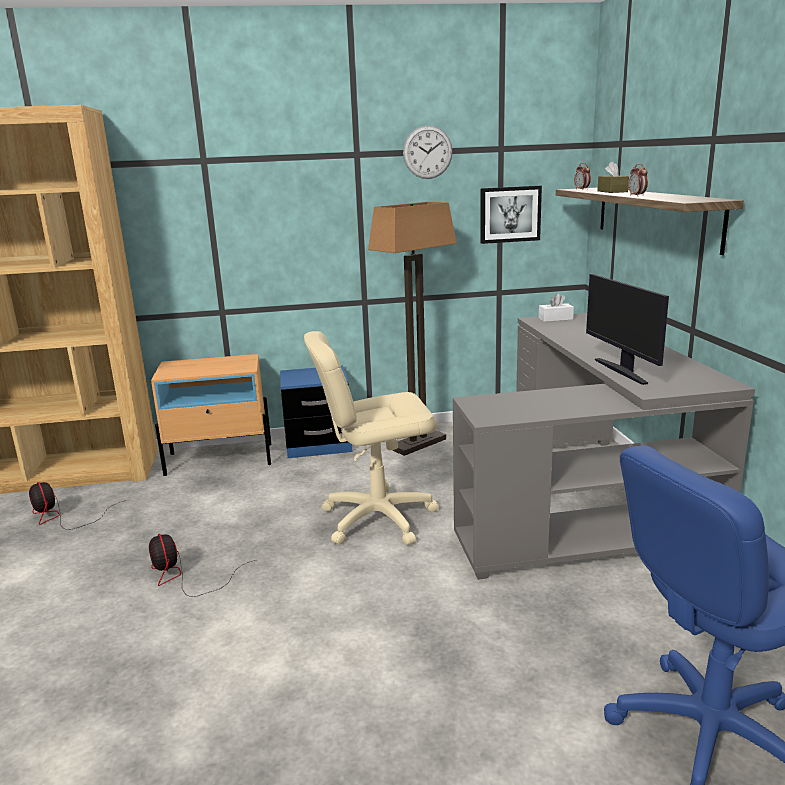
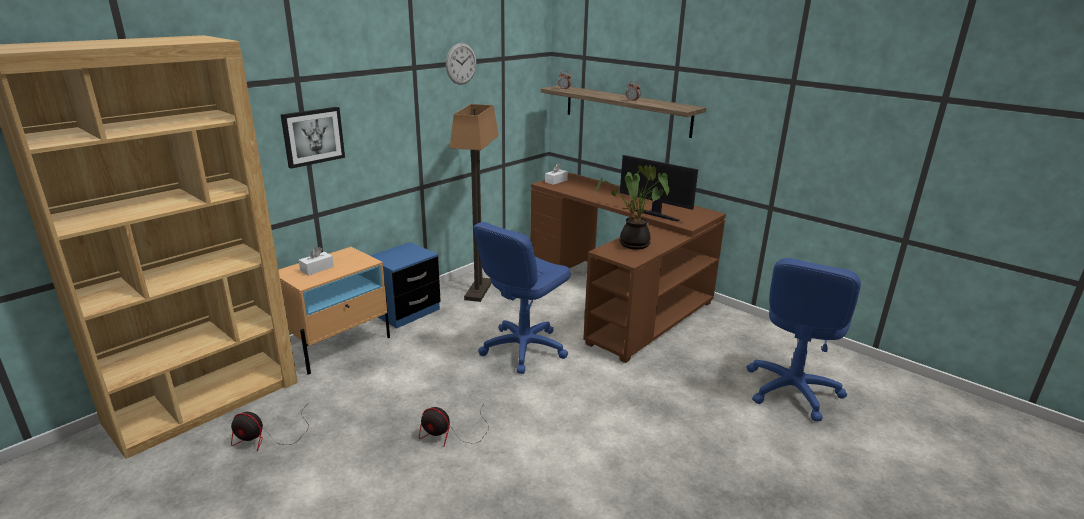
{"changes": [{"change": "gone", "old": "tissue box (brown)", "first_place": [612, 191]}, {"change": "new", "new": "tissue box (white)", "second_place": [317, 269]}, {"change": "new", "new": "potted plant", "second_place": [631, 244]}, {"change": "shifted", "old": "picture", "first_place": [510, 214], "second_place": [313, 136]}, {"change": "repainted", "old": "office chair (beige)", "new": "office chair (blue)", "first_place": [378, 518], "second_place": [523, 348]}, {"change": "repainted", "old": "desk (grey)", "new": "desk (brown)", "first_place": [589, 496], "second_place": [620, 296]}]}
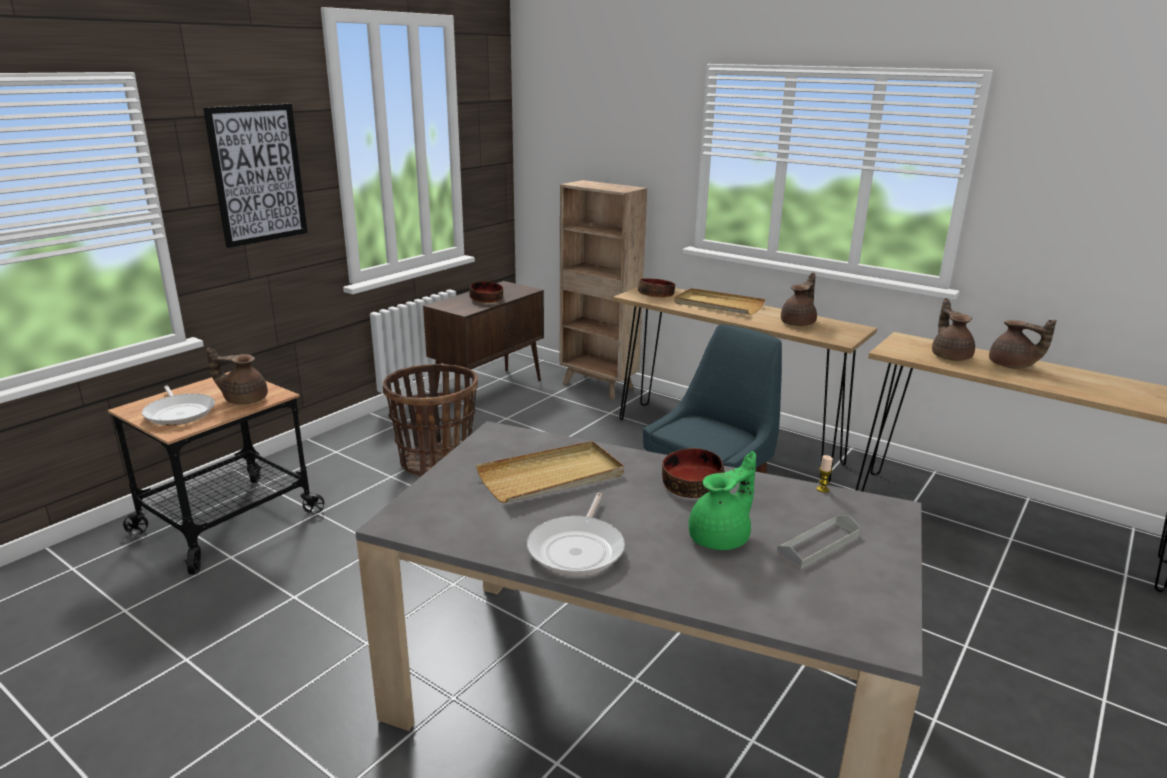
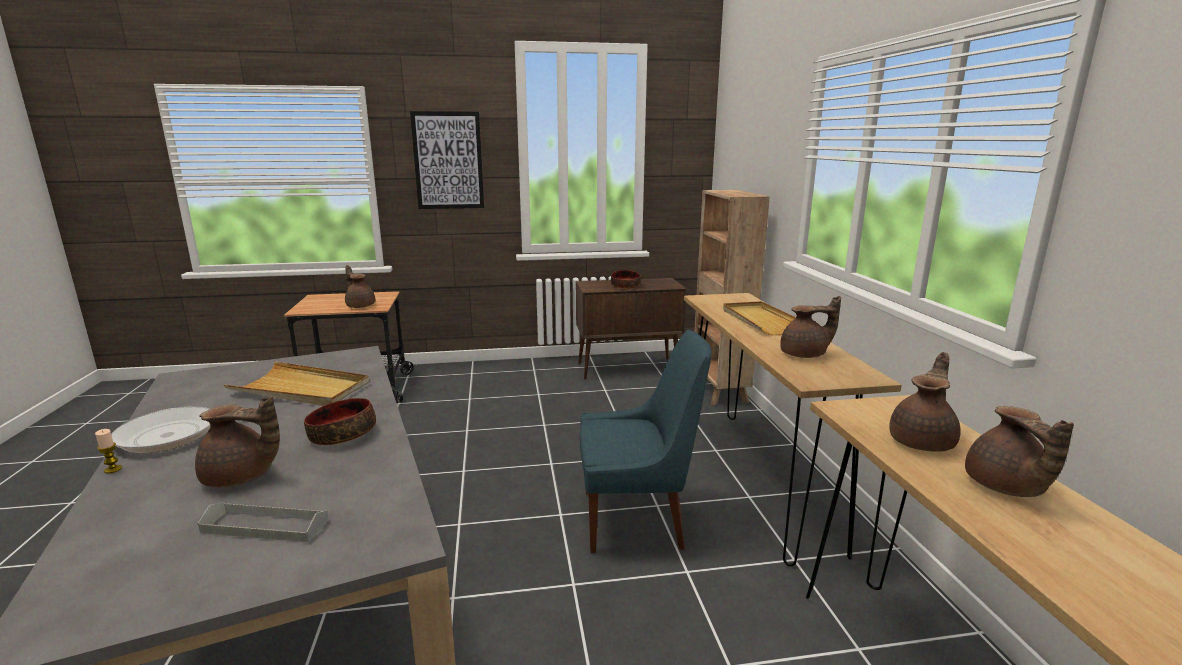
{"changes": [{"change": "gone", "old": "frying pan", "first_place": [180, 413]}, {"change": "gone", "old": "basket", "first_place": [435, 462]}, {"change": "gone", "old": "bowl", "first_place": [656, 296]}, {"change": "shifted", "old": "candle", "first_place": [822, 489], "second_place": [113, 469]}, {"change": "repainted", "old": "teapot (green)", "new": "teapot (brown)", "first_place": [721, 538], "second_place": [241, 478]}]}
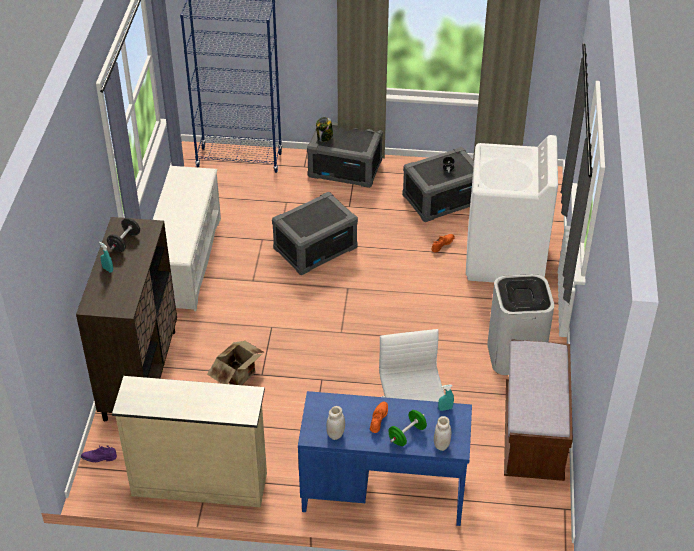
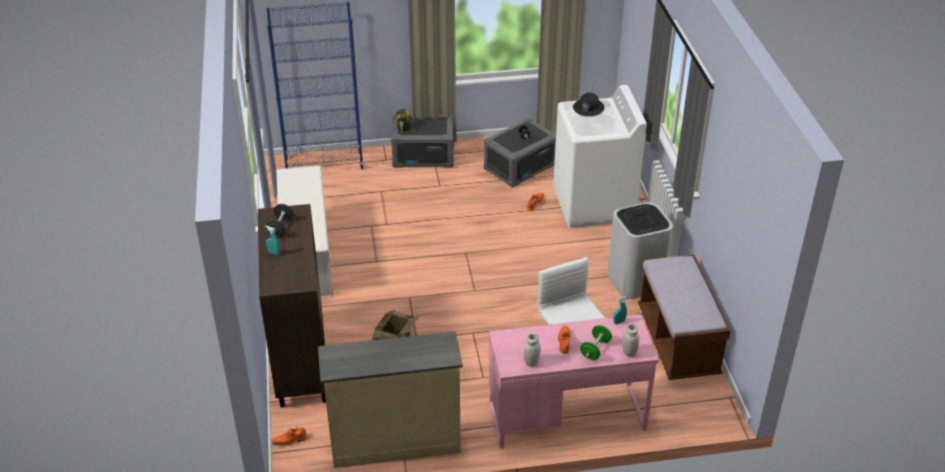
{"changes": [{"change": "gone", "old": "storage box (grey)", "first_place": [315, 248]}, {"change": "new", "new": "hard hat (black)", "second_place": [588, 108]}, {"change": "repainted", "old": "shoe (purple)", "new": "shoe (orange)", "first_place": [99, 458], "second_place": [289, 441]}, {"change": "repainted", "old": "desk (blue)", "new": "desk (pink)", "first_place": [383, 491], "second_place": [566, 415]}]}
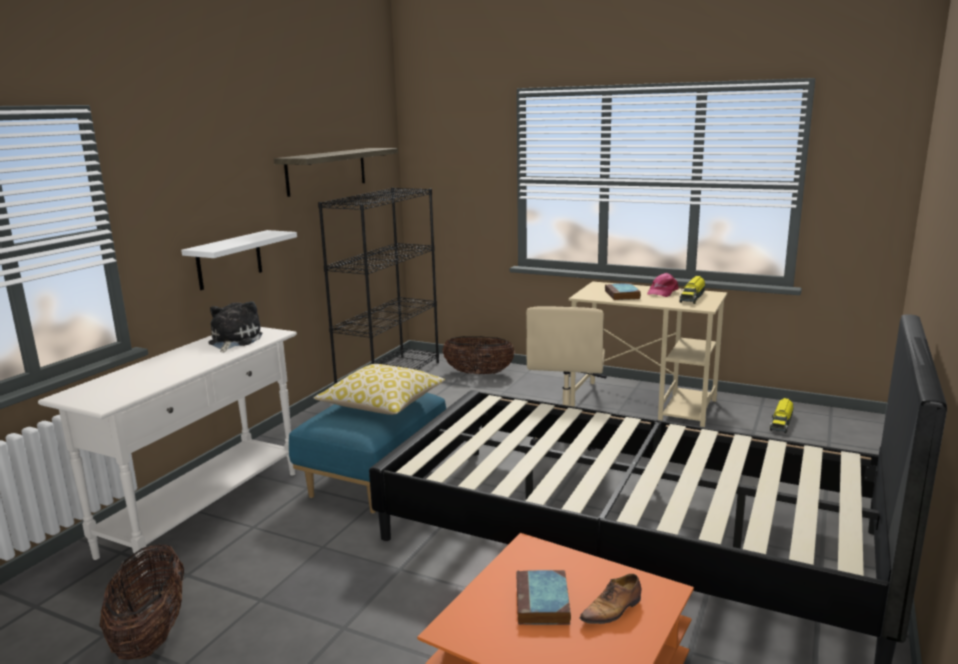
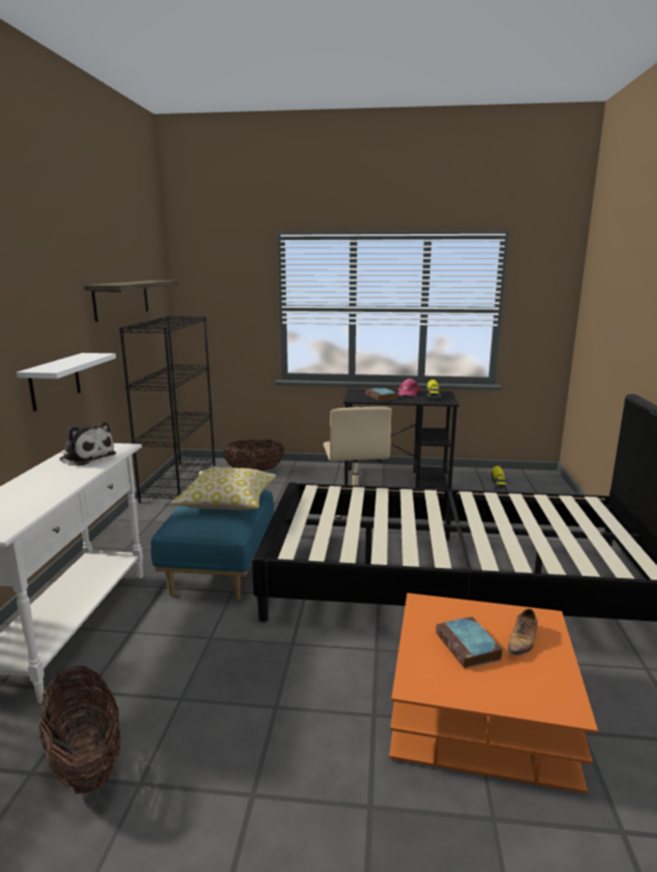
{"changes": [{"change": "repainted", "old": "desk (beige)", "new": "desk (black)", "first_place": [644, 403], "second_place": [397, 480]}, {"change": "rotated", "old": "plush toy", "first_place": [233, 341], "second_place": [86, 457], "degrees": 135}]}
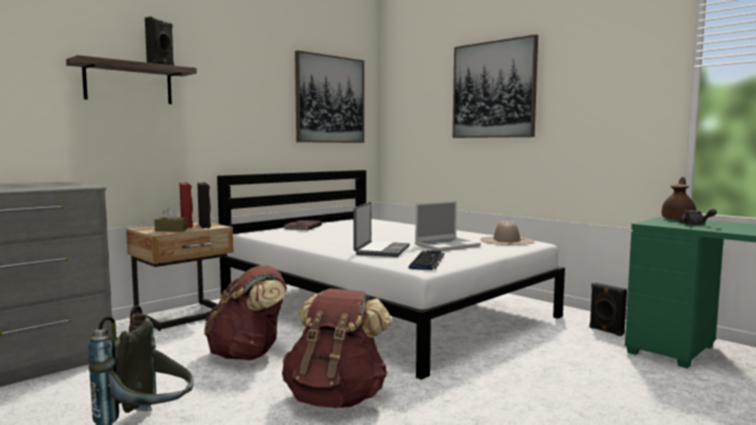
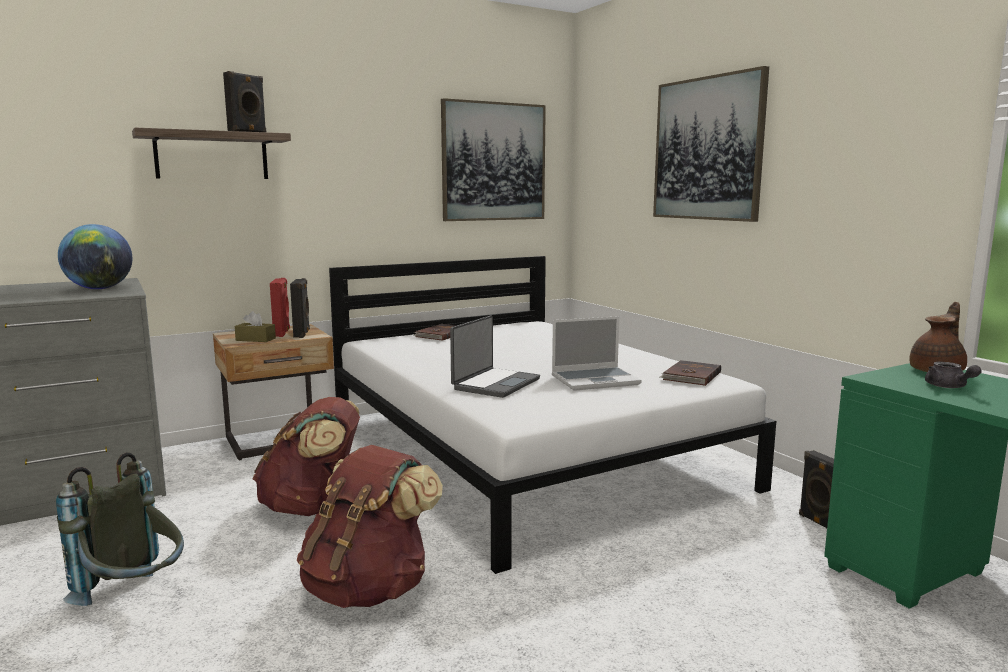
{"changes": [{"change": "gone", "old": "keyboard", "first_place": [427, 261]}, {"change": "new", "new": "globe", "second_place": [99, 289]}, {"change": "swapped", "old": "hat (beige)", "new": "book (brown)", "first_place": [506, 240], "second_place": [690, 376]}]}
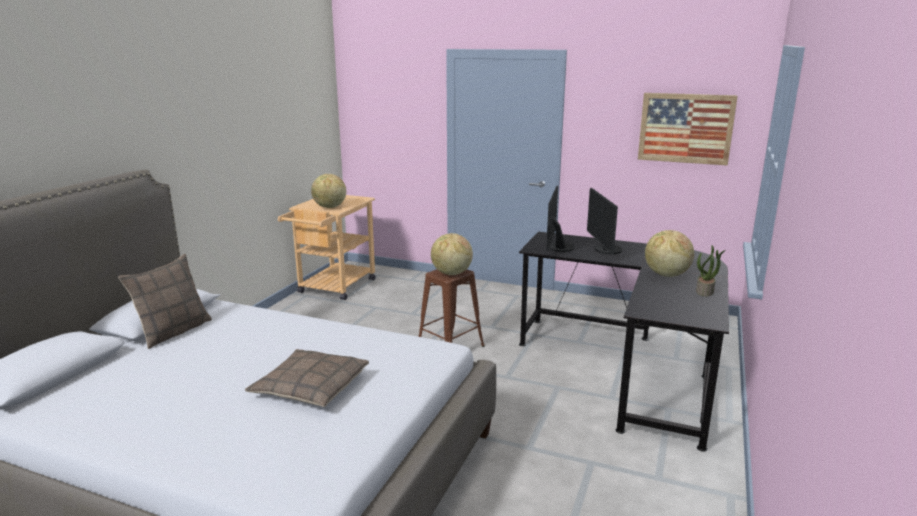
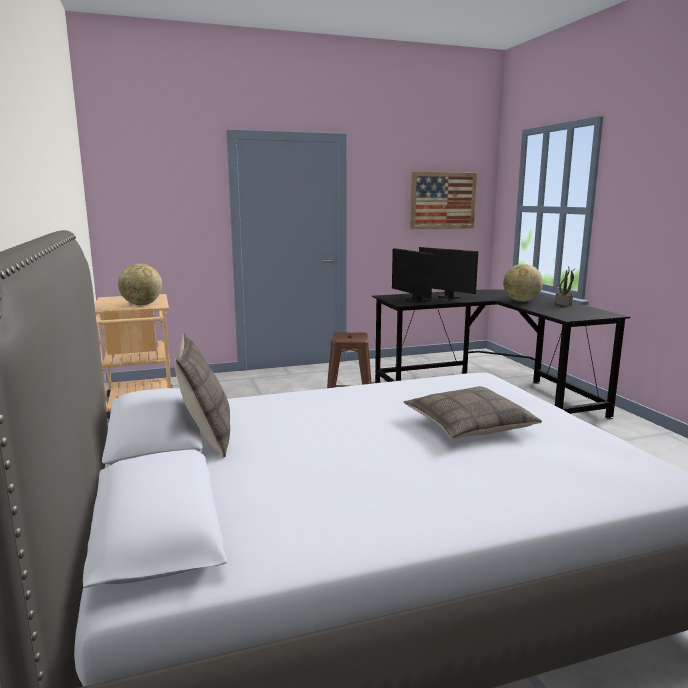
{"changes": [{"change": "gone", "old": "globe", "first_place": [451, 273]}]}
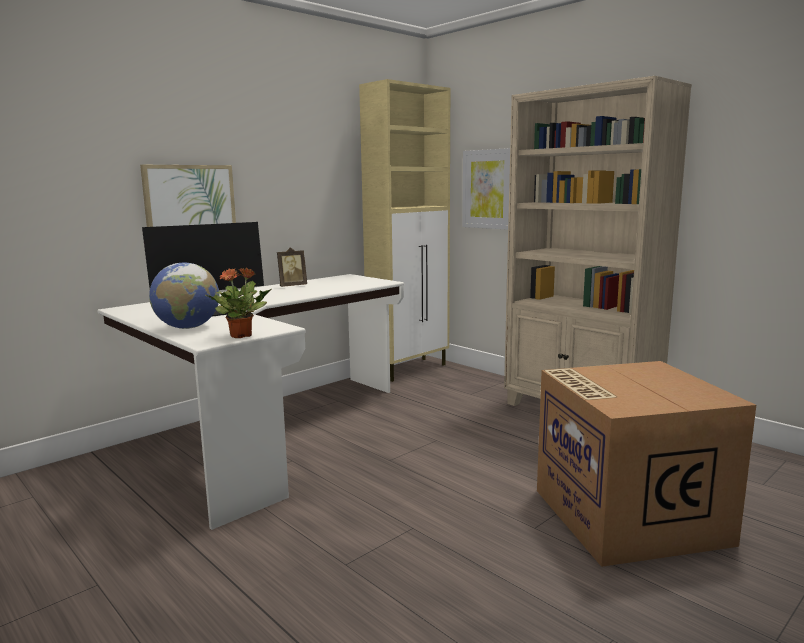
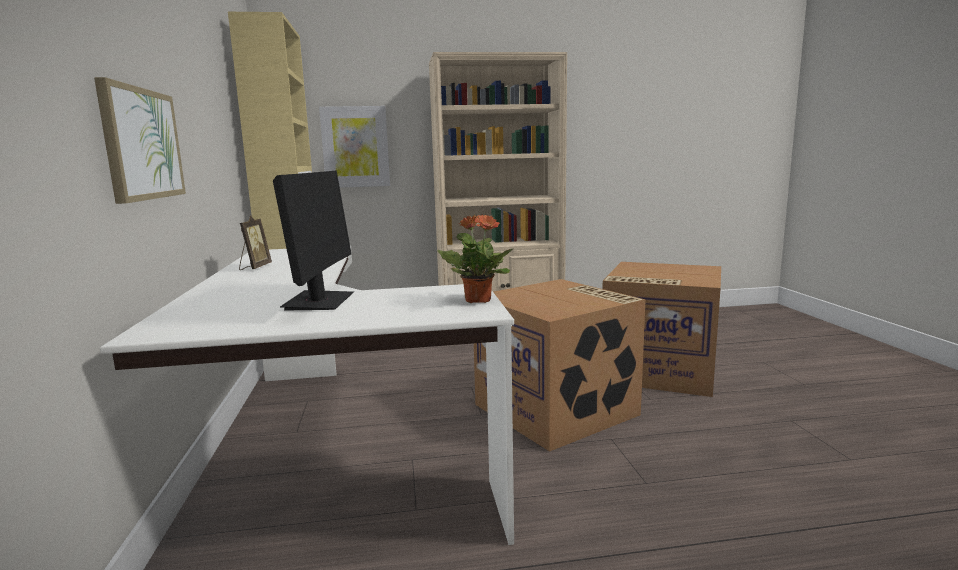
{"changes": [{"change": "gone", "old": "globe", "first_place": [188, 327]}, {"change": "new", "new": "cardboard box", "second_place": [558, 409]}]}
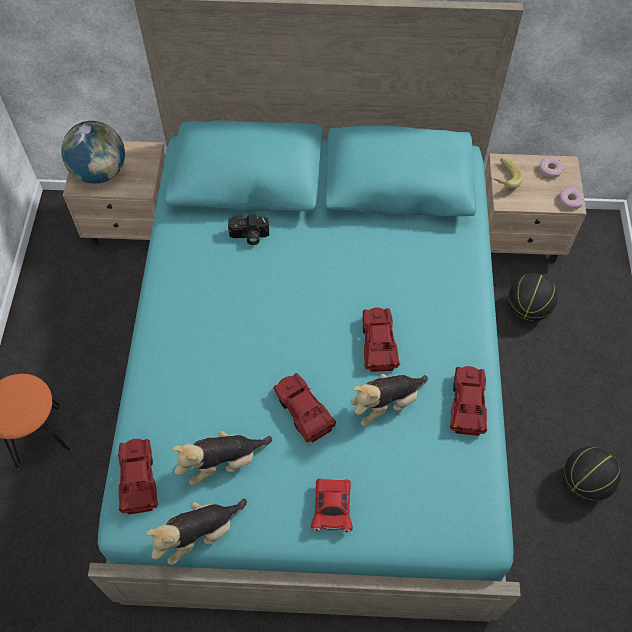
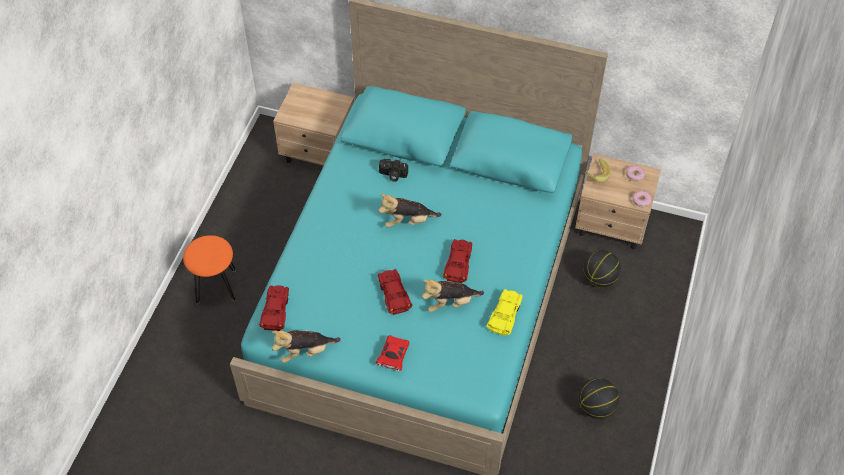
{"changes": [{"change": "gone", "old": "globe", "first_place": [100, 173]}, {"change": "shifted", "old": "plush toy", "first_place": [223, 463], "second_place": [408, 221]}, {"change": "repainted", "old": "toy car (red)", "new": "toy car (yellow)", "first_place": [467, 403], "second_place": [505, 315]}]}
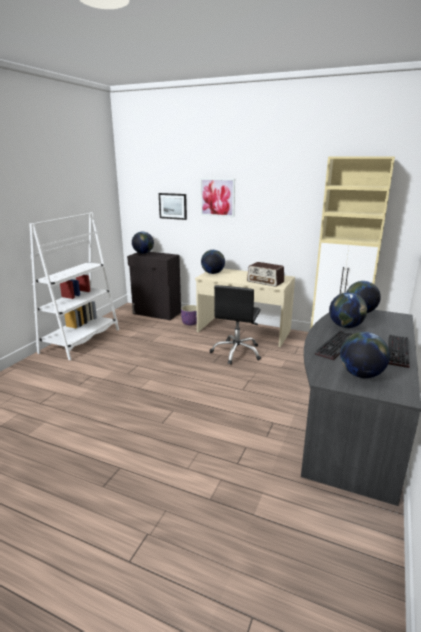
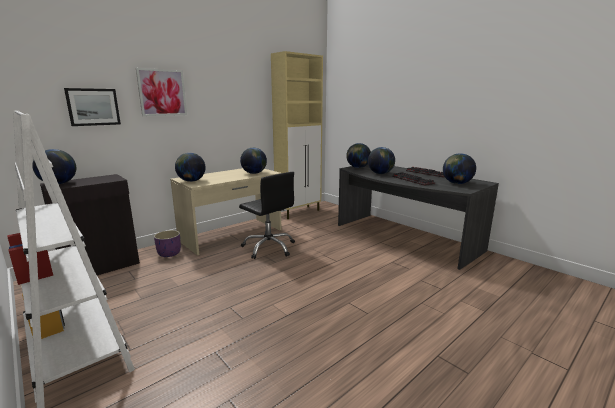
{"changes": [{"change": "swapped", "old": "radio", "new": "globe", "first_place": [265, 282], "second_place": [254, 173]}]}
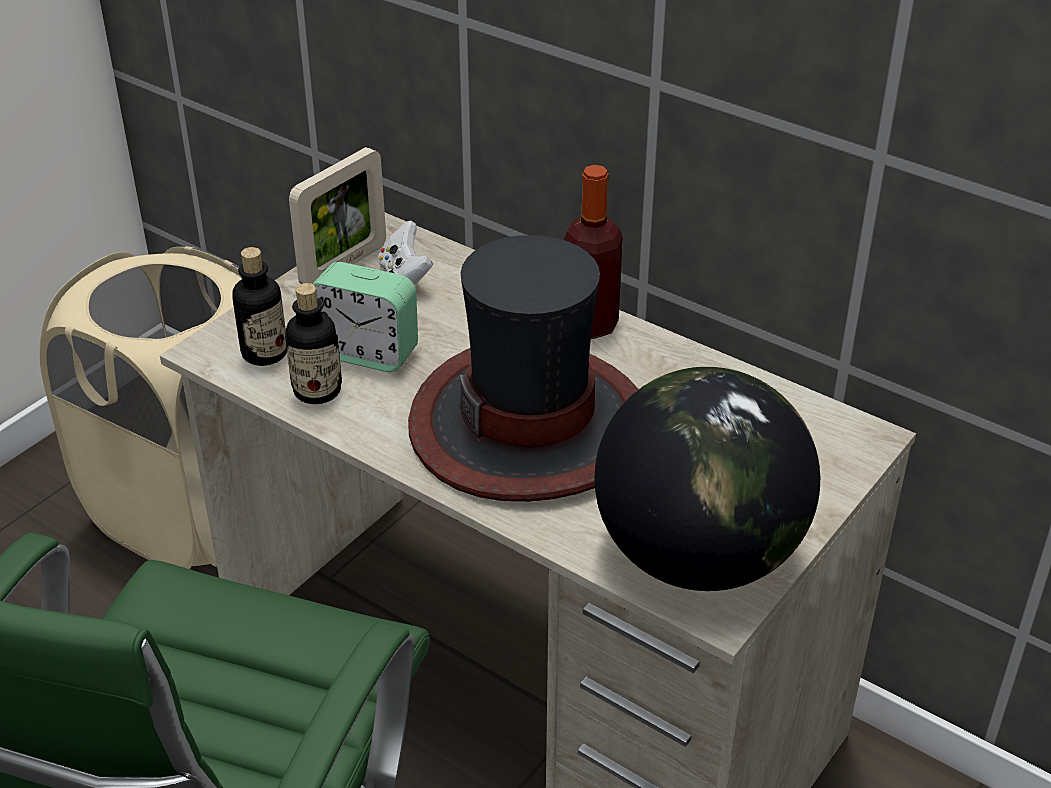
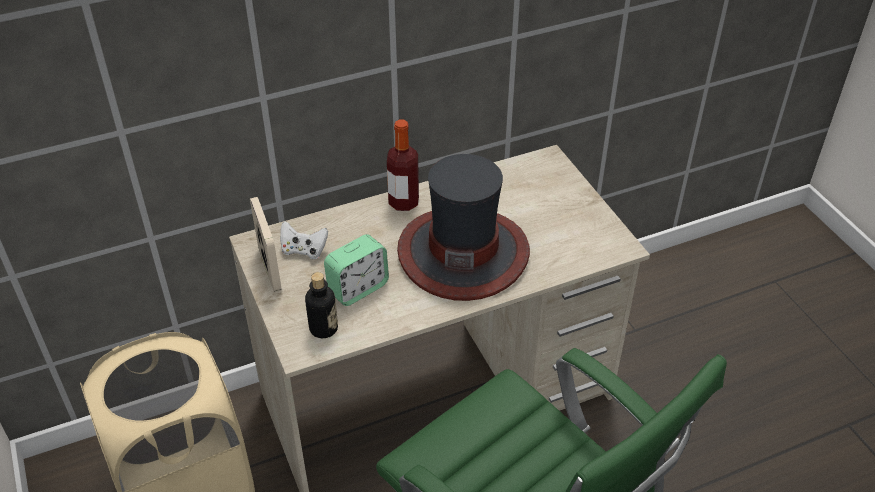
{"changes": [{"change": "gone", "old": "bottle", "first_place": [317, 391]}, {"change": "gone", "old": "globe", "first_place": [698, 557]}]}
